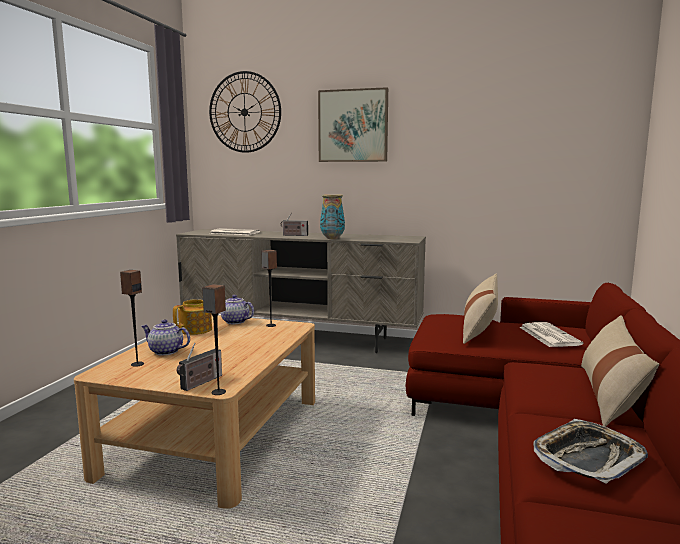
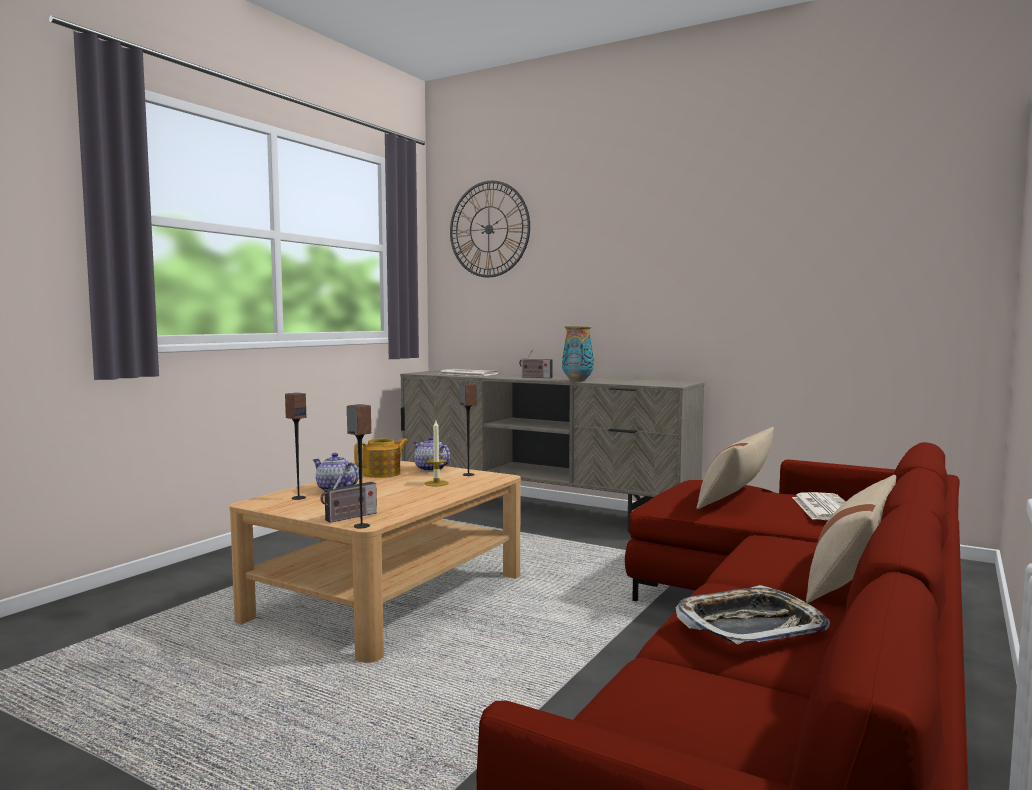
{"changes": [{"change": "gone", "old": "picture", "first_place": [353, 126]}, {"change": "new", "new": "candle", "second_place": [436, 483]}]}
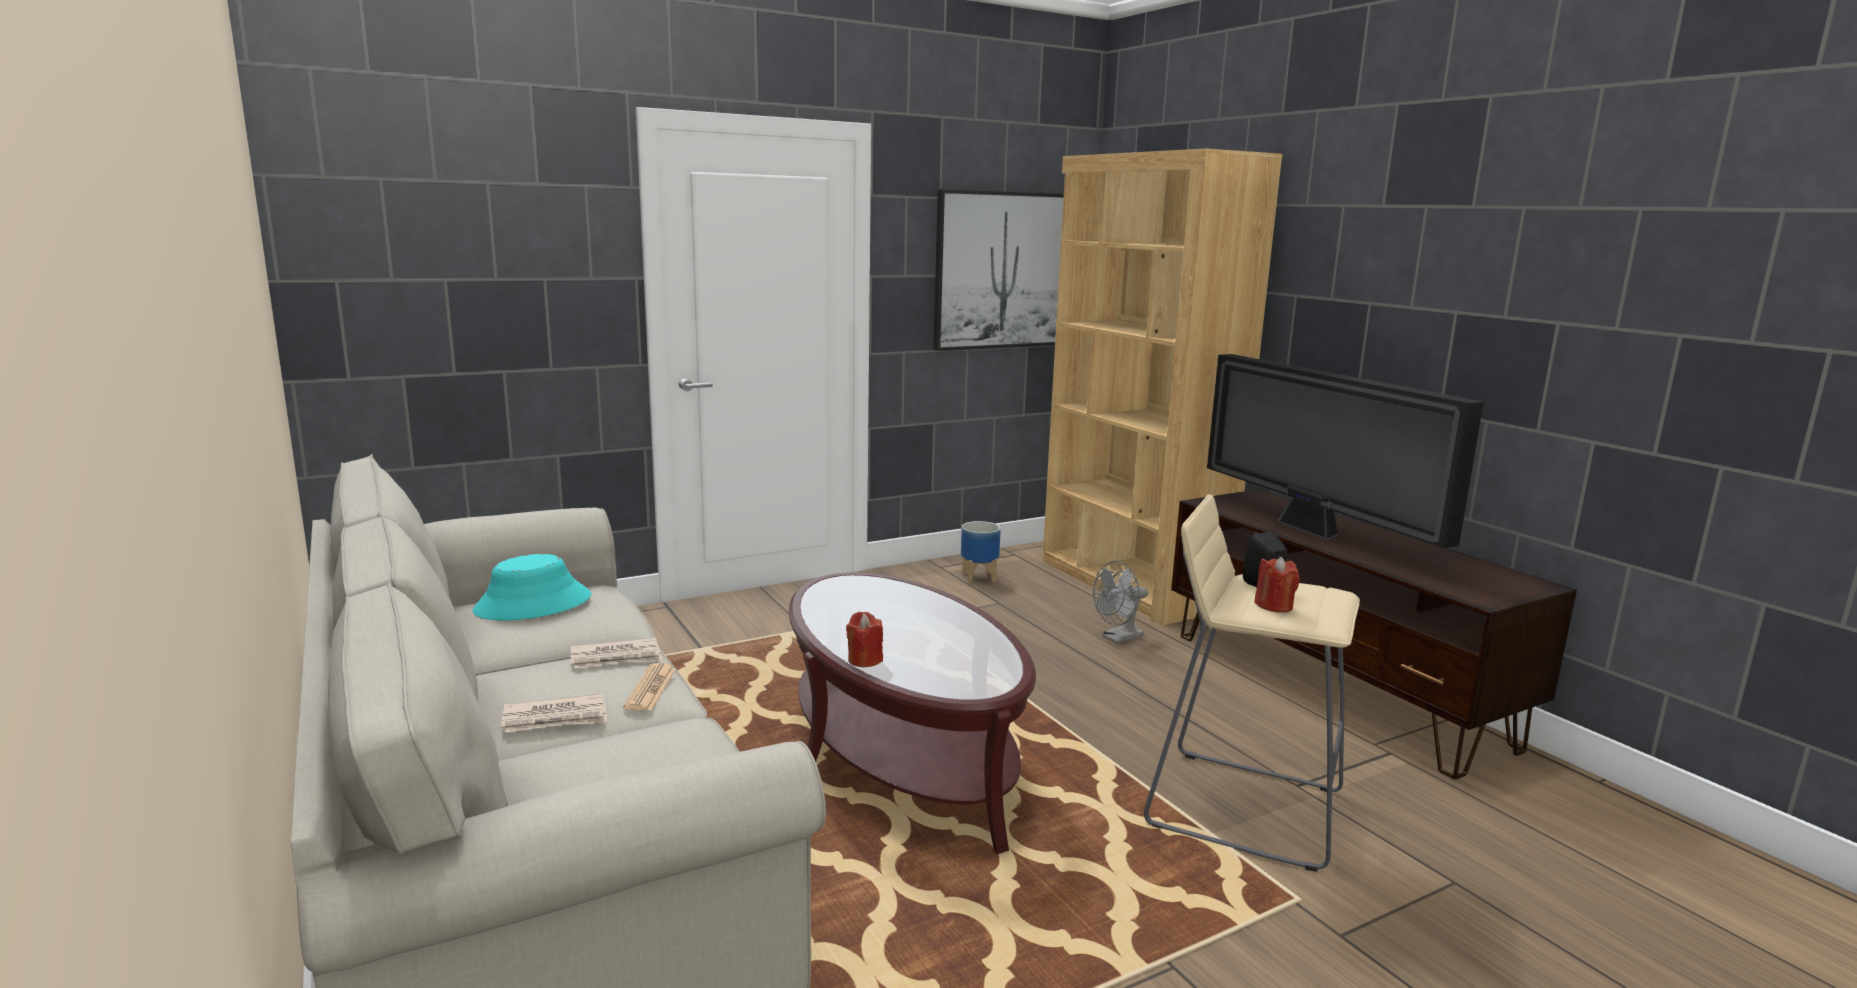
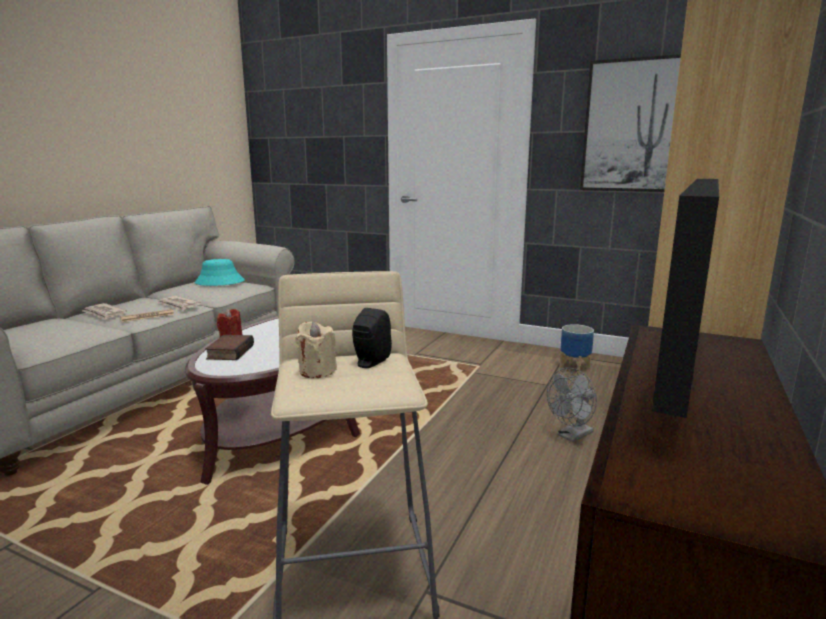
{"changes": [{"change": "new", "new": "book", "second_place": [229, 352]}, {"change": "repainted", "old": "candle (red)", "new": "candle (beige)", "first_place": [1274, 606], "second_place": [317, 371]}, {"change": "rotated", "old": "fan (grey)", "first_place": [1118, 638], "second_place": [572, 436], "degrees": -60}]}
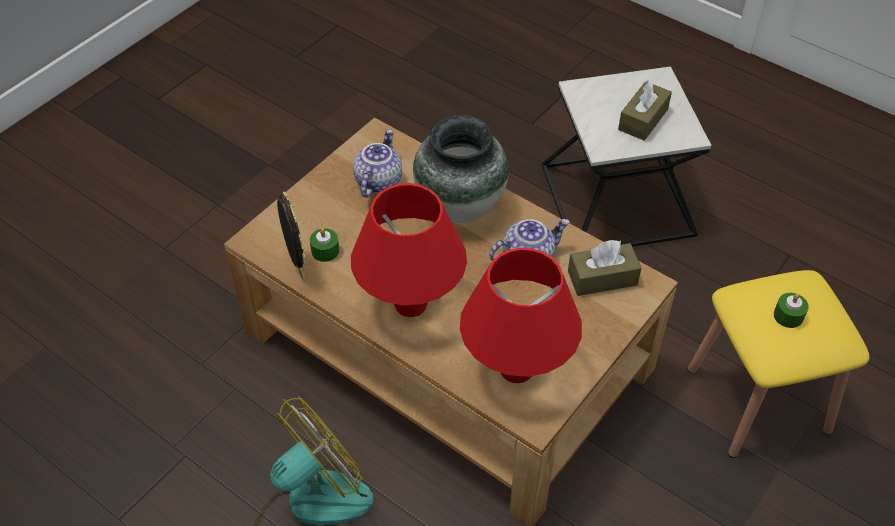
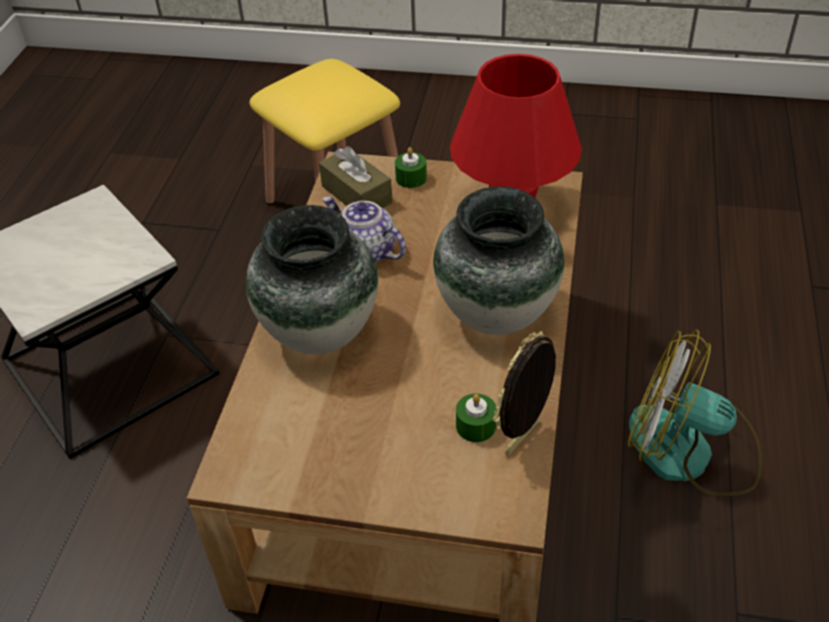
{"changes": [{"change": "gone", "old": "teapot", "first_place": [377, 181]}, {"change": "gone", "old": "tissue box (brown)", "first_place": [643, 119]}, {"change": "shifted", "old": "candle (green)", "first_place": [788, 316], "second_place": [411, 178]}, {"change": "swapped", "old": "table lamp (red)", "new": "vase", "first_place": [411, 304], "second_place": [495, 314]}]}
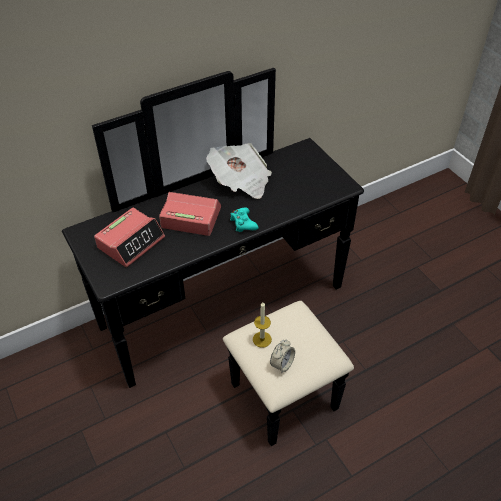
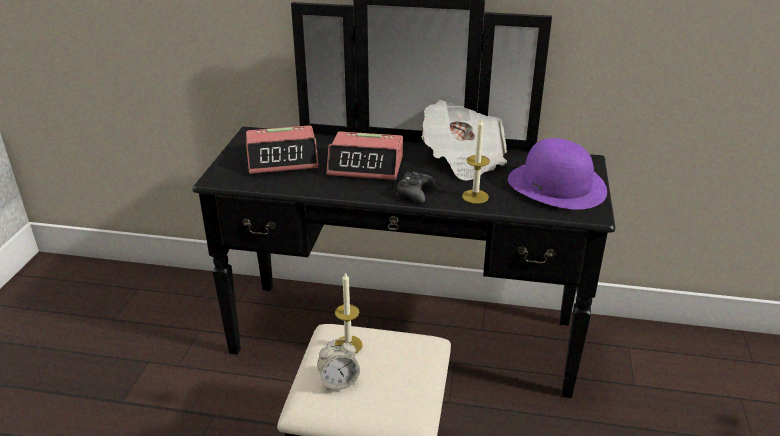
{"changes": [{"change": "new", "new": "candle", "second_place": [475, 196]}, {"change": "new", "new": "hat (purple)", "second_place": [557, 185]}, {"change": "repainted", "old": "game controller (turquoise)", "new": "game controller (black)", "first_place": [243, 223], "second_place": [414, 192]}, {"change": "rotated", "old": "alarm clock", "first_place": [190, 218], "second_place": [366, 165], "degrees": 135}]}
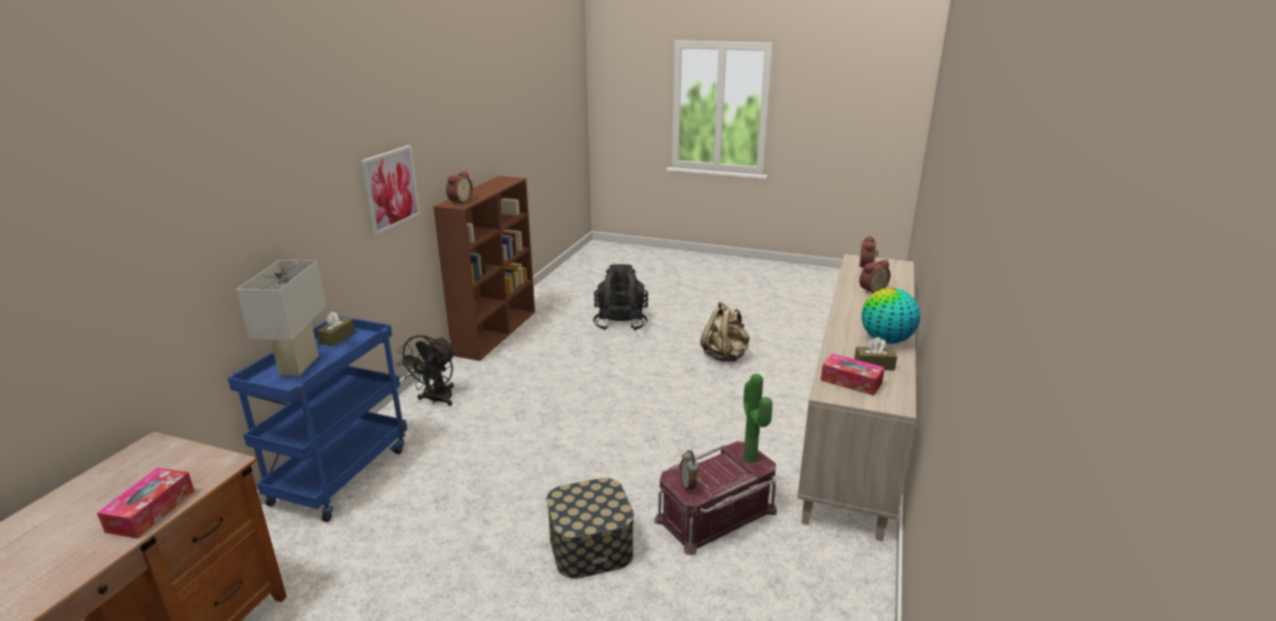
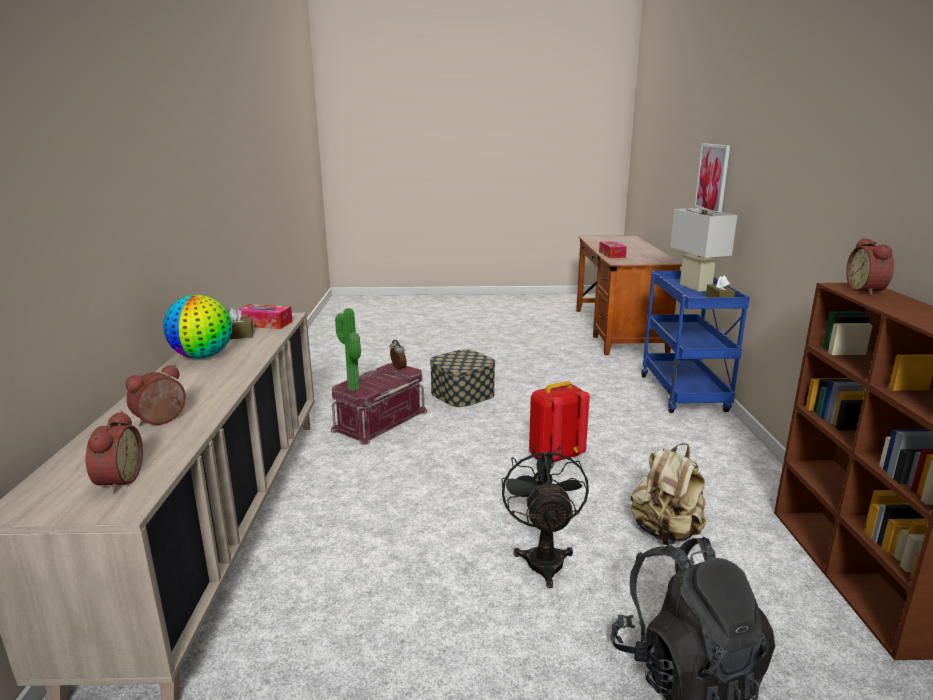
{"changes": [{"change": "new", "new": "backpack (red)", "second_place": [554, 456]}, {"change": "shifted", "old": "picture", "first_place": [391, 189], "second_place": [712, 178]}, {"change": "shifted", "old": "fan (black)", "first_place": [436, 400], "second_place": [543, 557]}, {"change": "shifted", "old": "backpack (beige)", "first_place": [725, 356], "second_place": [666, 533]}]}
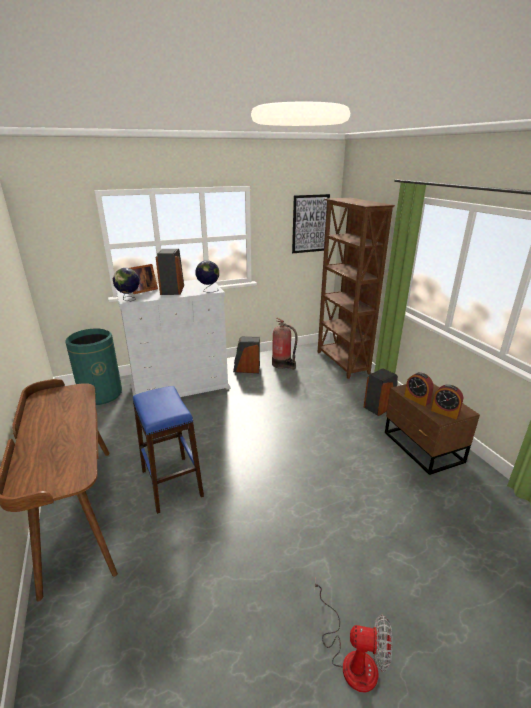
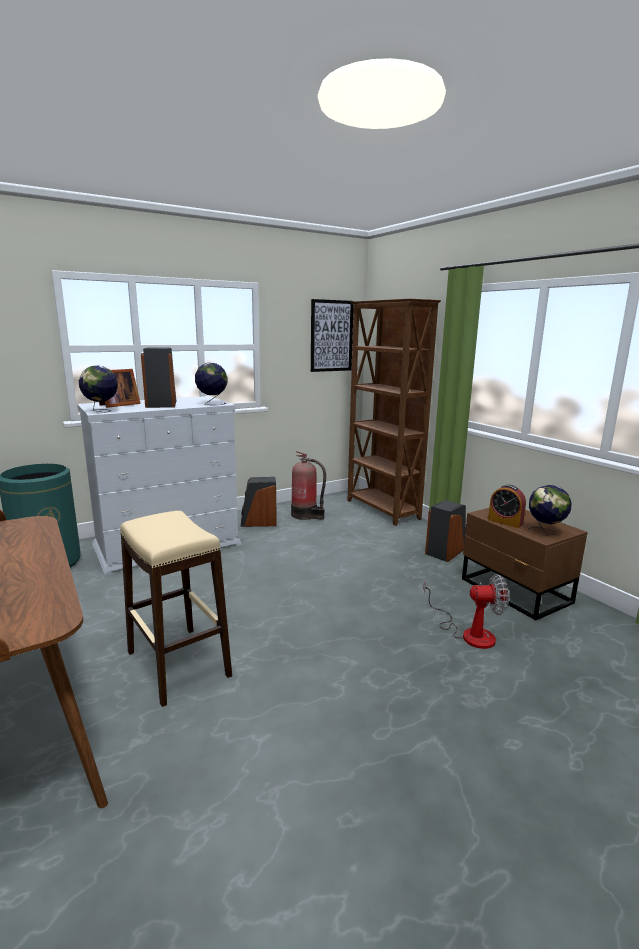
{"changes": [{"change": "shifted", "old": "fan", "first_place": [351, 657], "second_place": [468, 633]}, {"change": "swapped", "old": "alarm clock", "new": "globe", "first_place": [445, 412], "second_place": [545, 532]}, {"change": "repainted", "old": "stool (blue)", "new": "stool (beige)", "first_place": [172, 483], "second_place": [178, 664]}]}
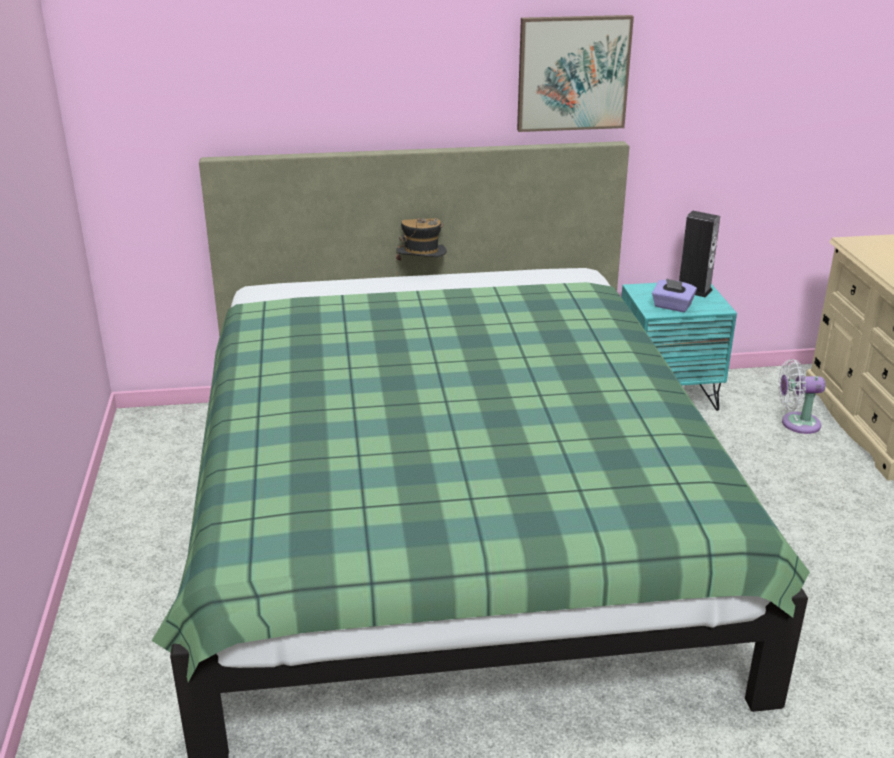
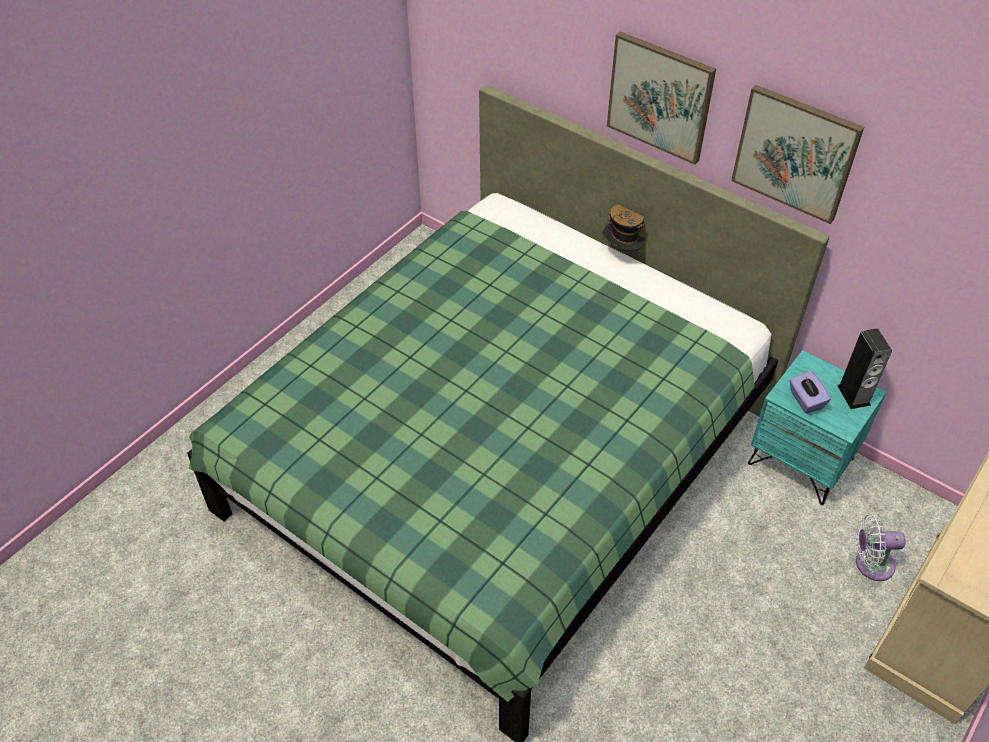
{"changes": [{"change": "new", "new": "picture", "second_place": [660, 97]}, {"change": "rotated", "old": "fan (white)", "first_place": [796, 423], "second_place": [870, 564], "degrees": -45}]}
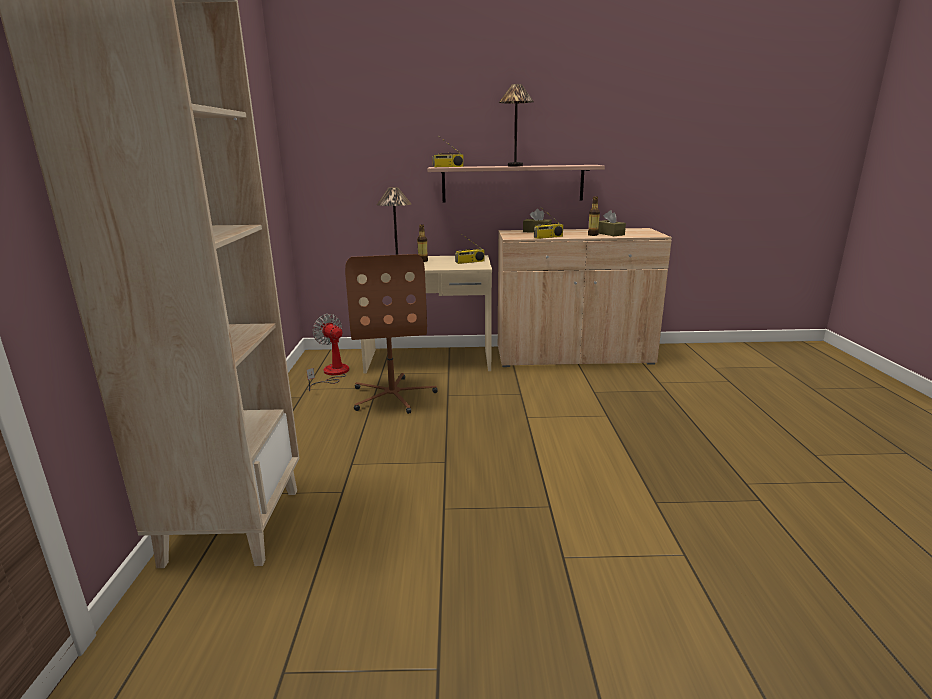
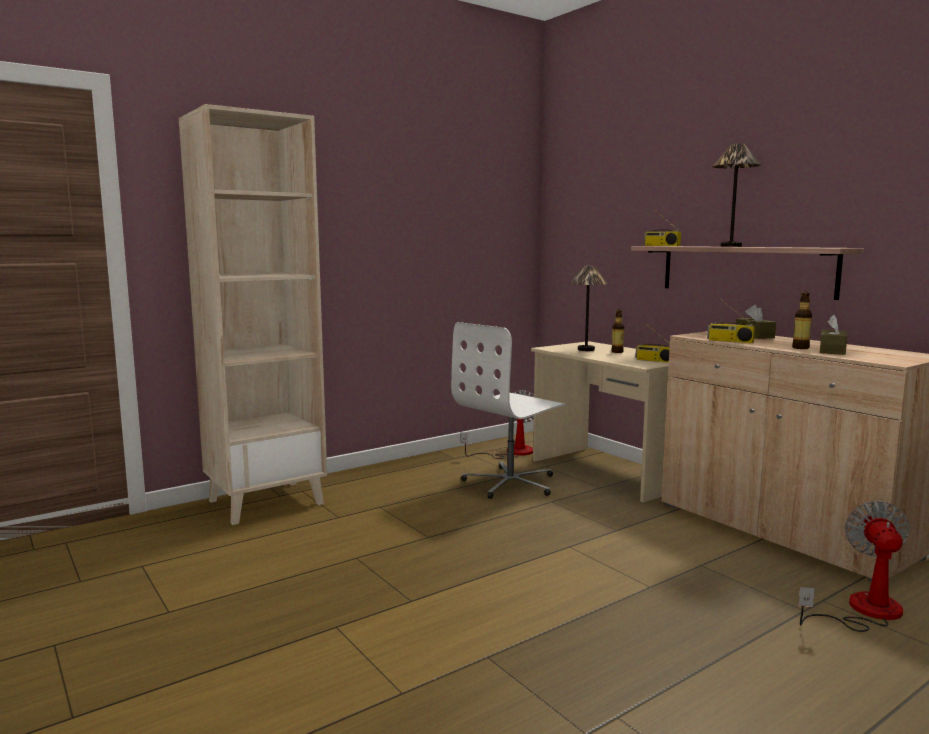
{"changes": [{"change": "new", "new": "fan", "second_place": [863, 611]}, {"change": "repainted", "old": "office chair (brown)", "new": "office chair (white)", "first_place": [393, 396], "second_place": [511, 483]}]}
